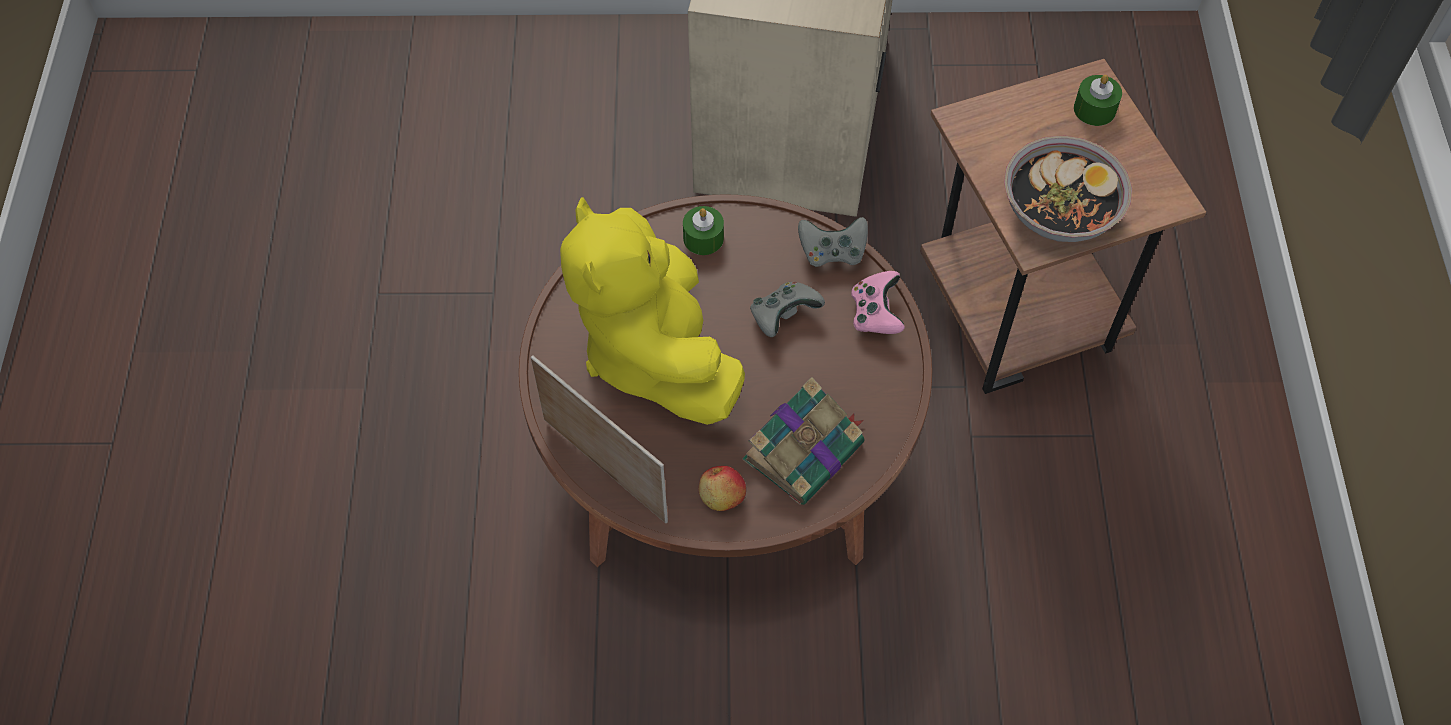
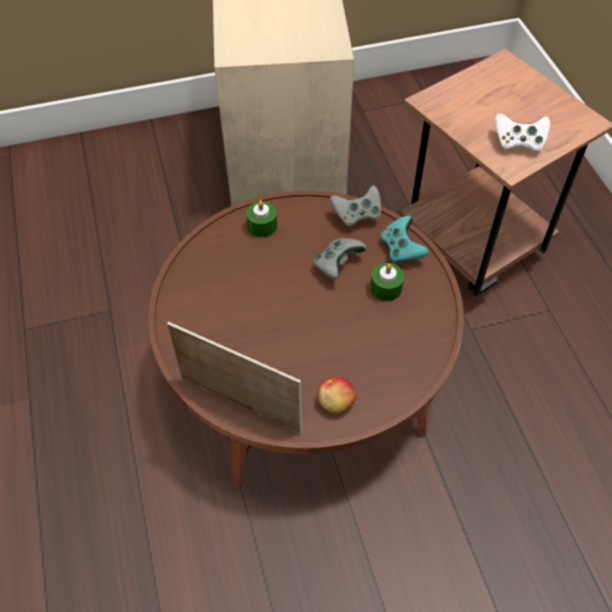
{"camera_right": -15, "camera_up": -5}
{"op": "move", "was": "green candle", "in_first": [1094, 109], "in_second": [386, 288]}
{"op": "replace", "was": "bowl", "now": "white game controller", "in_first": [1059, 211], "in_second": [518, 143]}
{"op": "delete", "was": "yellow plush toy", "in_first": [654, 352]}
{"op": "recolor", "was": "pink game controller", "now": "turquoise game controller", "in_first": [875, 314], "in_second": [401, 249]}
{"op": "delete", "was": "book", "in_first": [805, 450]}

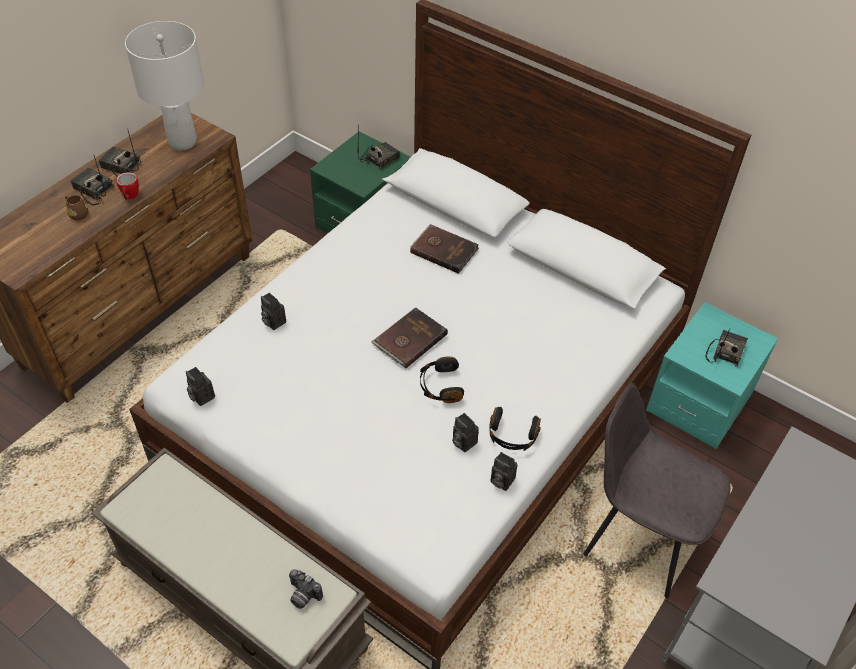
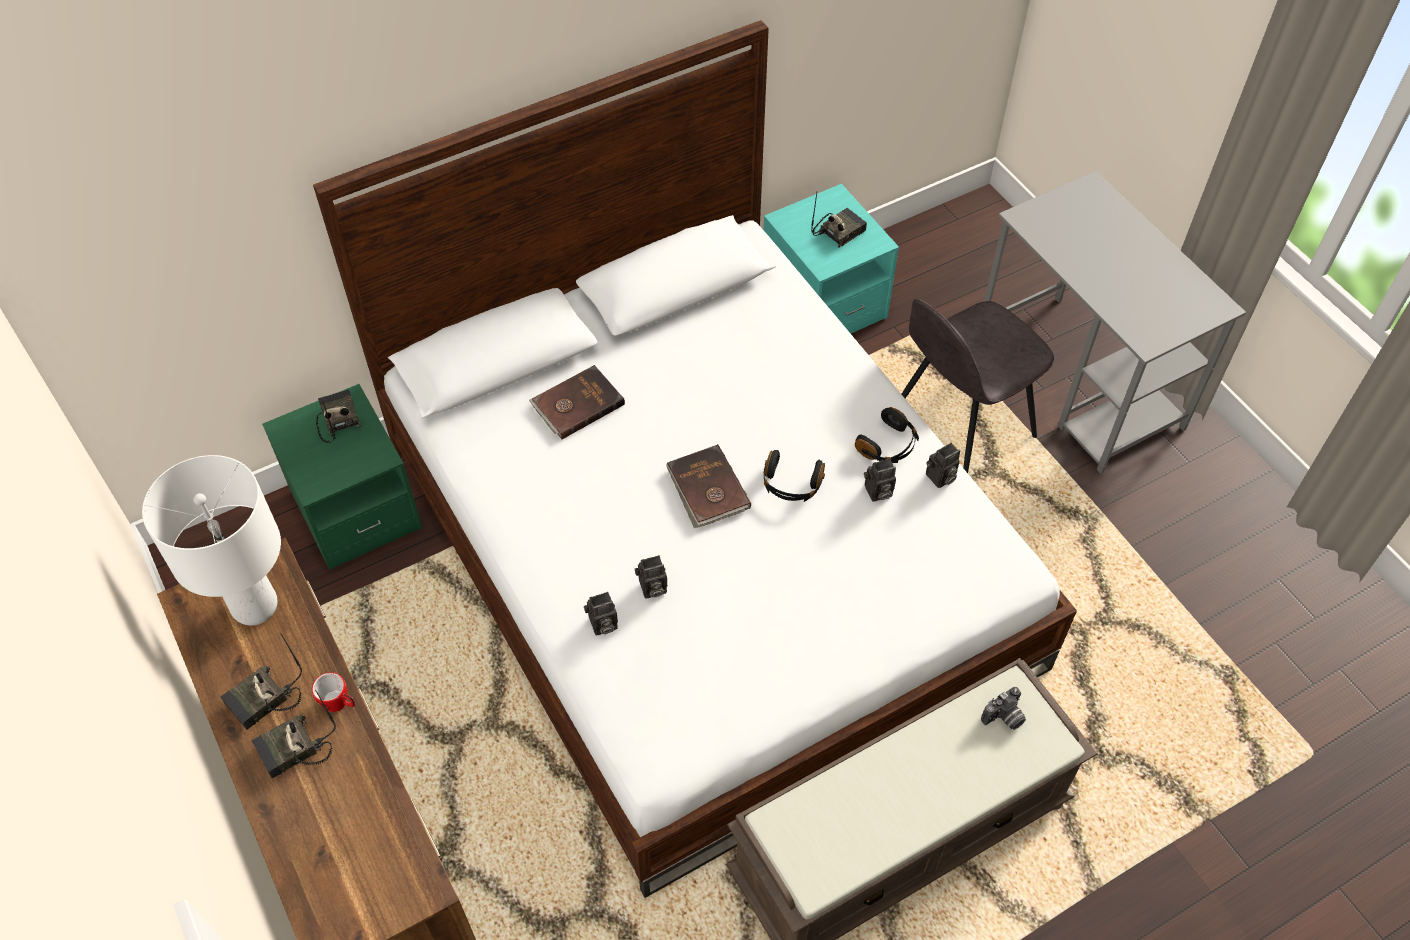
{"camera_right": -65, "camera_up": 5}
{"op": "delete", "was": "brown mug", "in_first": [77, 214]}
{"op": "rotate", "was": "radio", "in_first": [725, 351], "in_second": [838, 231], "clockwise": 90}
{"op": "move", "was": "photo camera", "in_first": [201, 396], "in_second": [652, 589]}

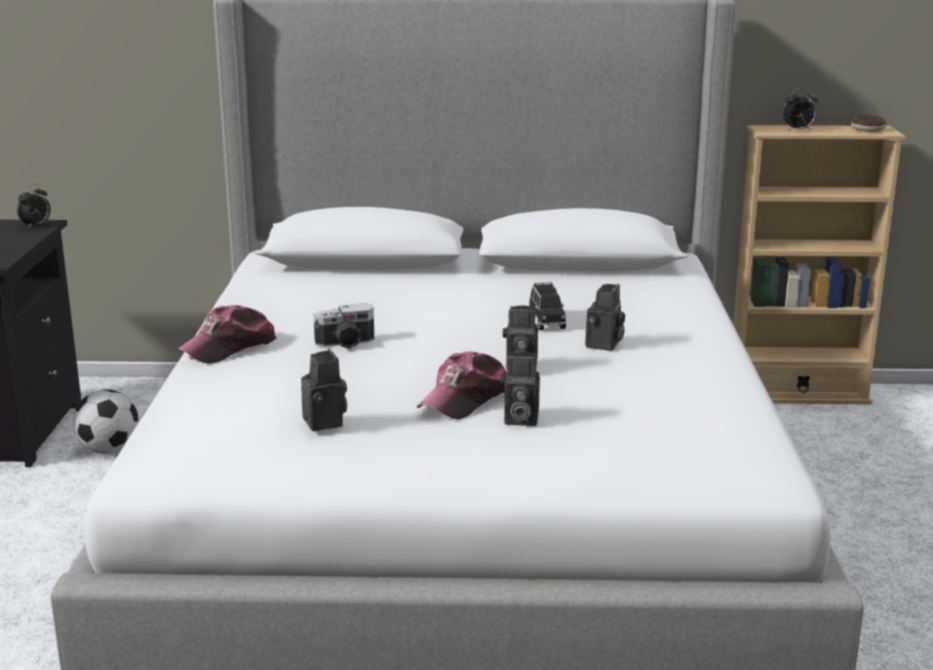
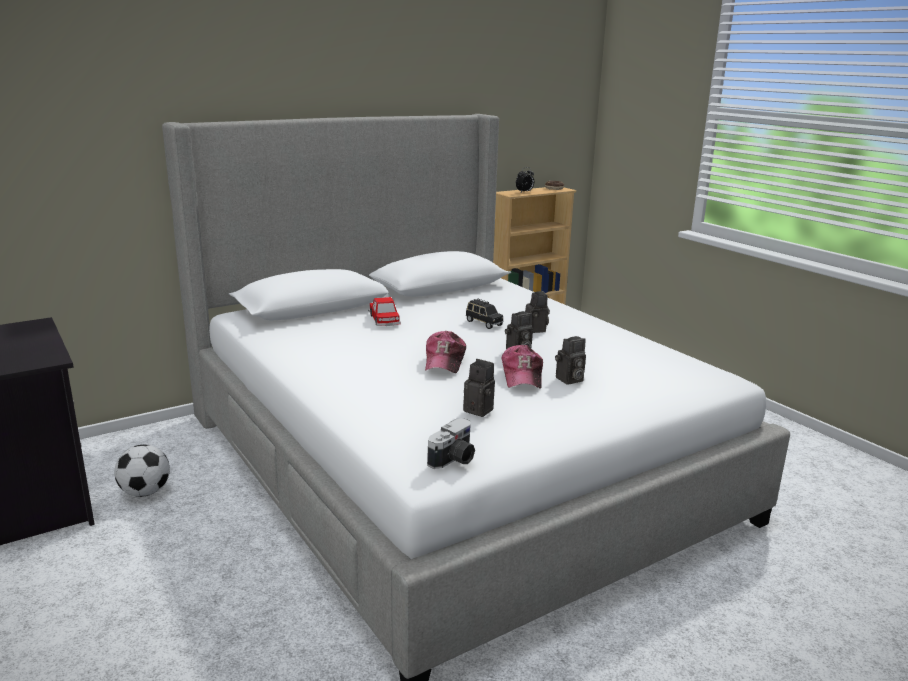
{"camera_right": -35, "camera_up": 0}
{"op": "delete", "was": "alarm clock", "in_first": [36, 226]}
{"op": "move", "was": "photo camera", "in_first": [346, 344], "in_second": [454, 459]}
{"op": "move", "was": "cap", "in_first": [229, 348], "in_second": [445, 361]}
{"op": "insert", "now": "toy car", "in_second": [384, 320]}

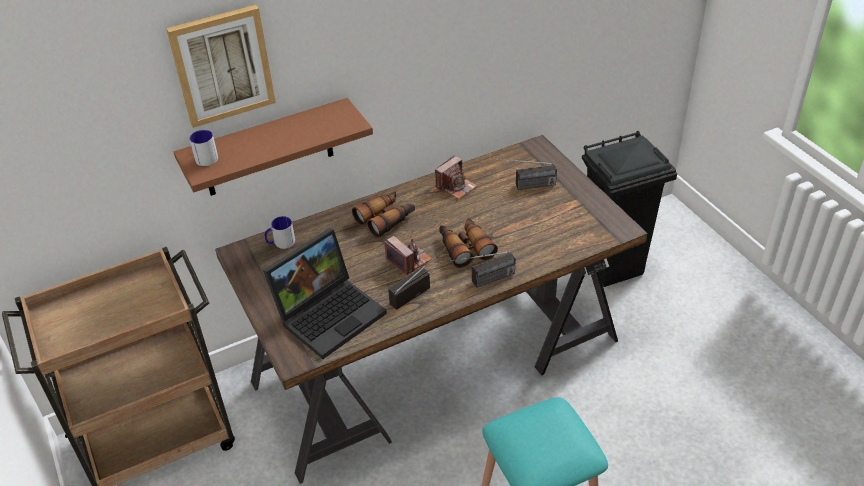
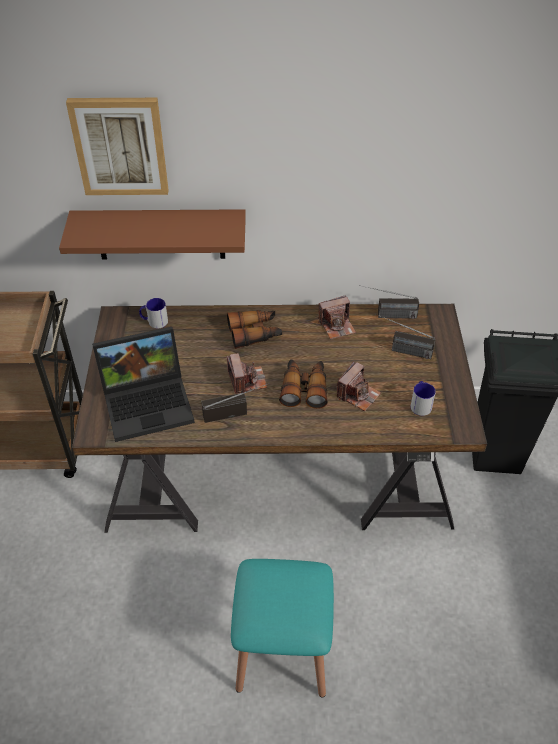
{"camera_right": 25, "camera_up": 5}
{"op": "move", "was": "mug", "in_first": [205, 156], "in_second": [420, 404]}
{"op": "move", "was": "radio", "in_first": [483, 282], "in_second": [386, 315]}
{"op": "insert", "now": "photo camera", "in_second": [358, 395]}

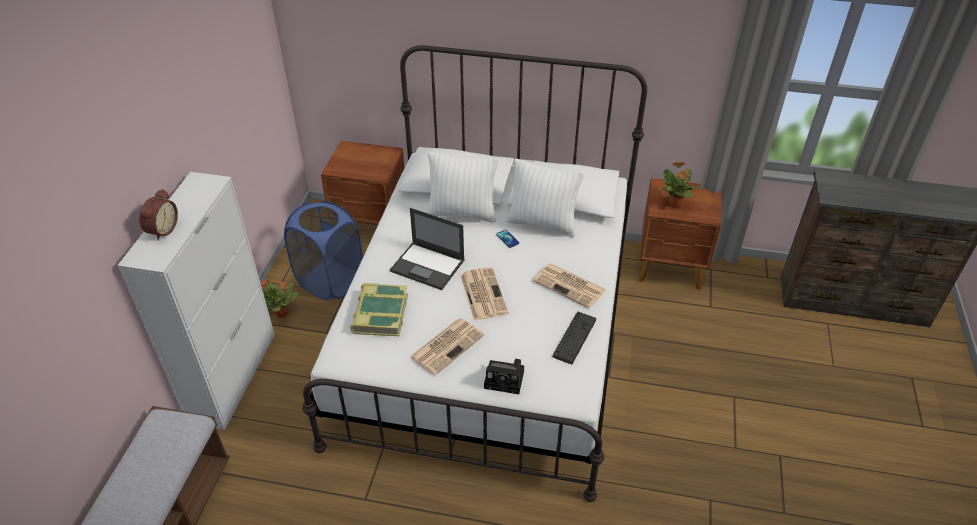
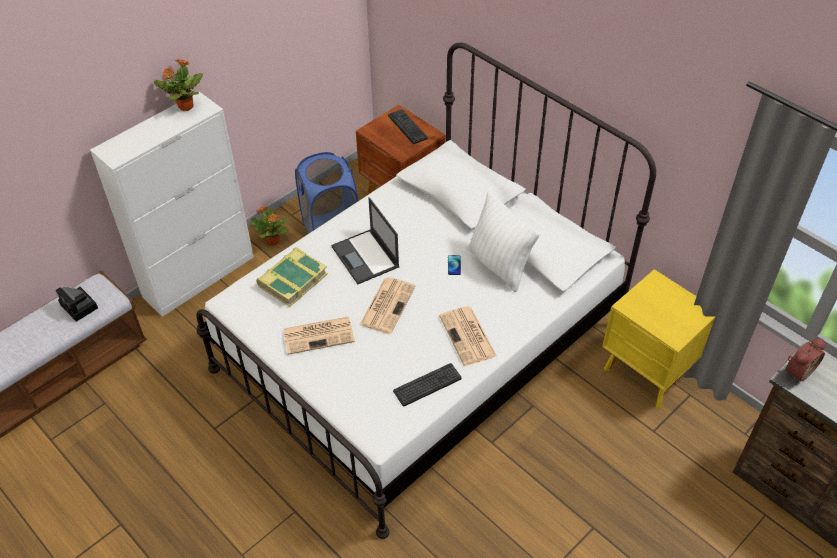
{"camera_right": 35, "camera_up": 5}
{"op": "delete", "was": "white pillow", "in_first": [462, 213]}
{"op": "move", "was": "potted plant", "in_first": [675, 203], "in_second": [185, 107]}
{"op": "recolor", "was": "brown nightstand", "now": "yellow nightstand", "in_first": [671, 268], "in_second": [649, 373]}
{"op": "move", "was": "alarm clock", "in_first": [162, 230], "in_second": [797, 370]}
{"op": "move", "was": "photo camera", "in_first": [506, 380], "in_second": [80, 307]}
{"op": "insert", "now": "keyboard", "in_second": [407, 127]}

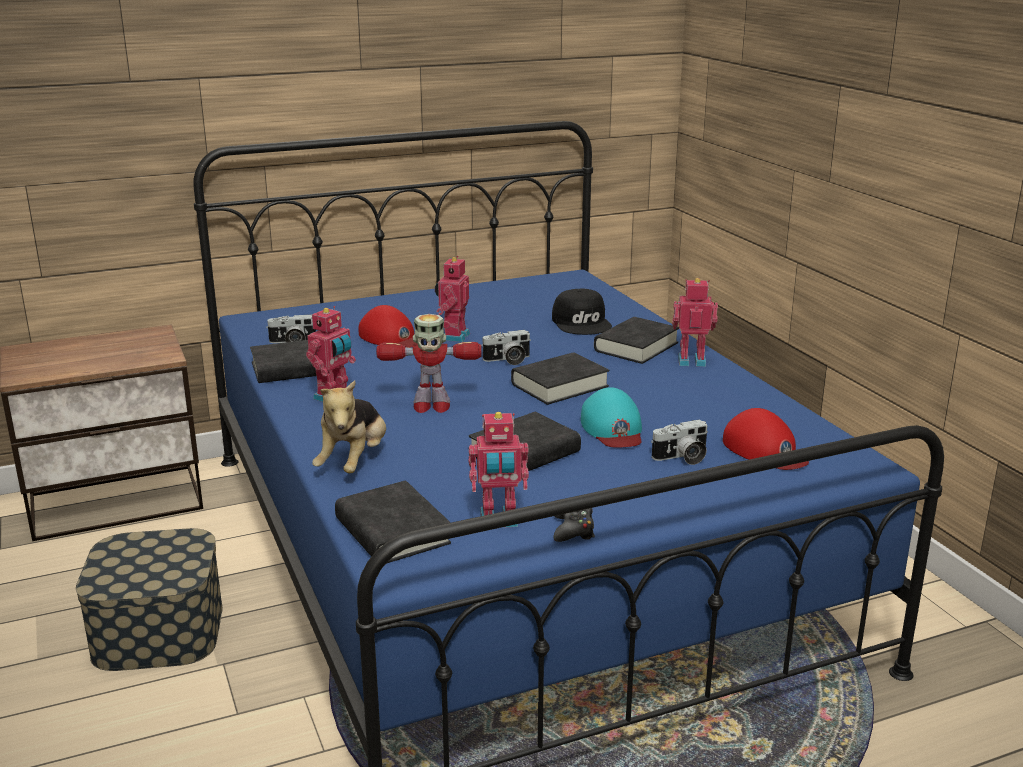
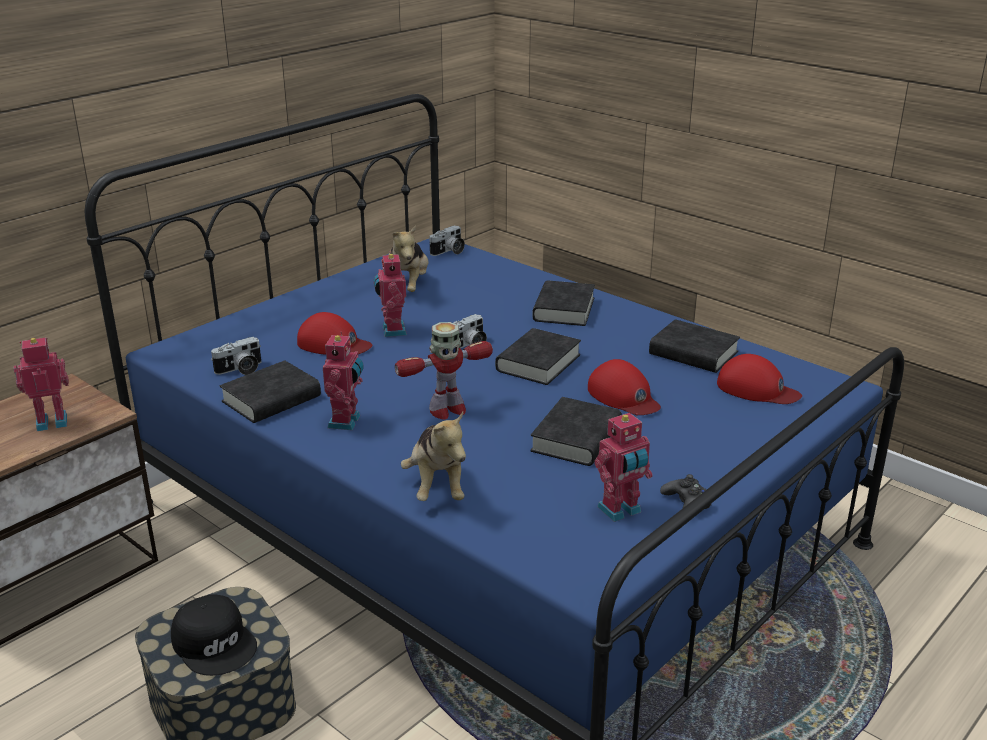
{"camera_right": -25, "camera_up": 5}
{"op": "move", "was": "toy robot", "in_first": [691, 360], "in_second": [52, 421]}
{"op": "move", "was": "black cap", "in_first": [582, 322], "in_second": [215, 643]}
{"op": "recolor", "was": "turquoise cap", "now": "red cap", "in_first": [613, 428], "in_second": [623, 396]}
{"op": "move", "was": "photo camera", "in_first": [682, 458], "in_second": [449, 252]}
{"op": "move", "was": "black book", "in_first": [392, 532], "in_second": [693, 353]}
{"op": "insert", "now": "plush toy", "in_second": [408, 286]}

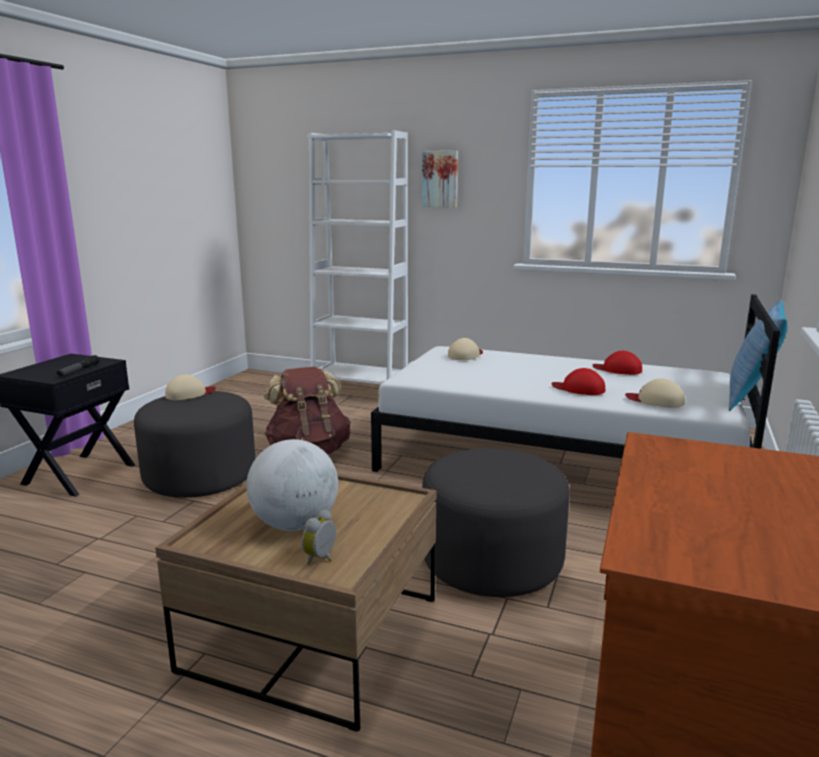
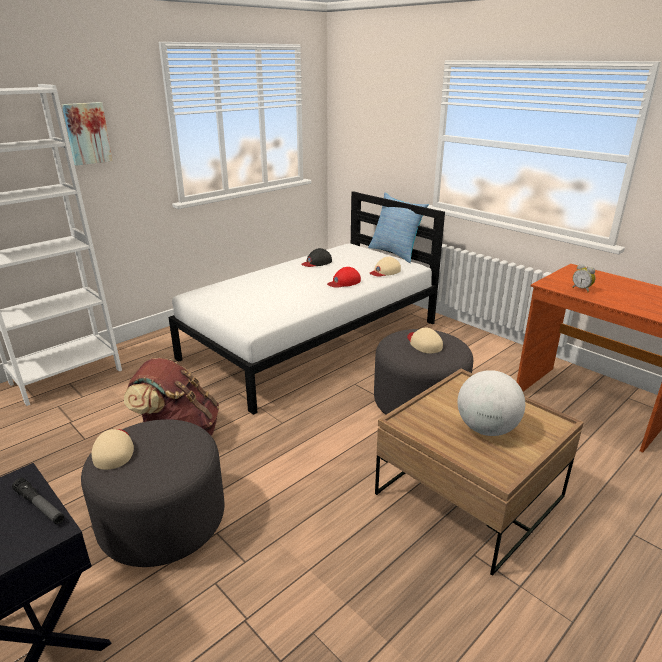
{"camera_right": -65, "camera_up": 10}
{"op": "move", "was": "beige cap", "in_first": [466, 355], "in_second": [424, 343]}
{"op": "recolor", "was": "red cap", "now": "black cap", "in_first": [617, 369], "in_second": [316, 262]}
{"op": "move", "was": "alarm clock", "in_first": [322, 558], "in_second": [582, 289]}

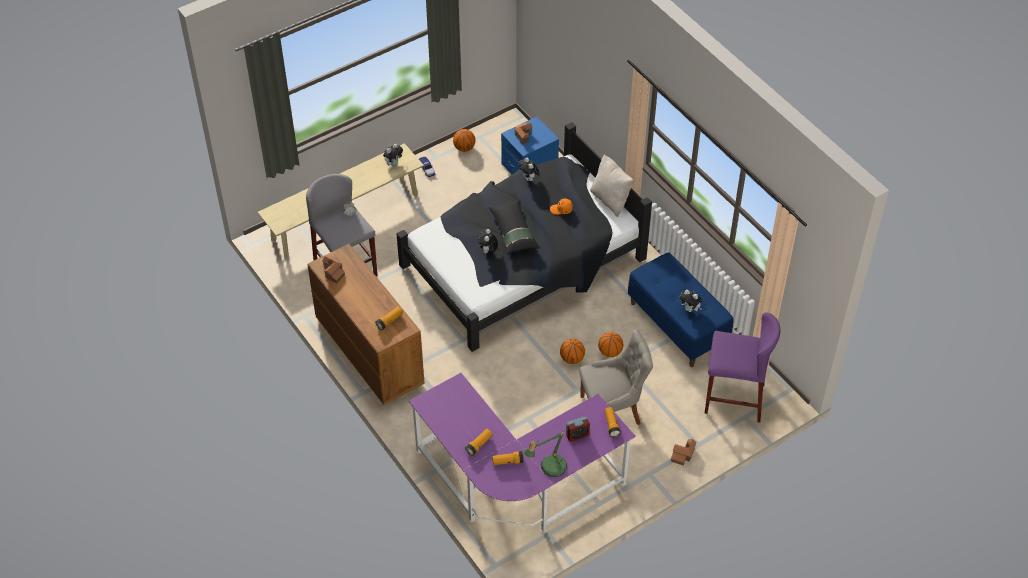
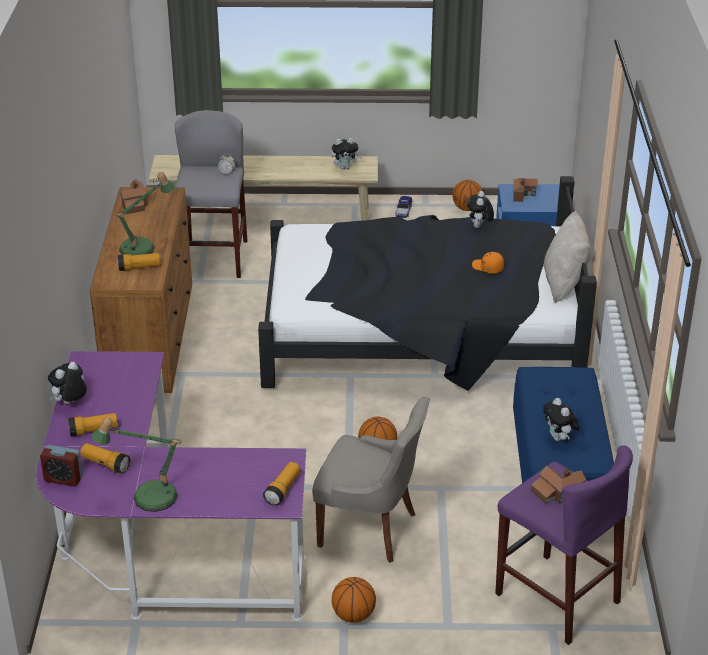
{"camera_right": 35, "camera_up": -15}
{"op": "delete", "was": "black pillow", "in_first": [513, 232]}
{"op": "move", "was": "plush toy", "in_first": [488, 251], "in_second": [70, 403]}
{"op": "move", "was": "basketball", "in_first": [610, 352], "in_second": [353, 615]}
{"op": "move", "was": "alarm clock", "in_first": [577, 435], "in_second": [63, 479]}
{"op": "move", "was": "toy house", "in_first": [683, 454], "in_second": [557, 492]}
{"op": "insert", "now": "table lamp", "in_second": [143, 247]}

